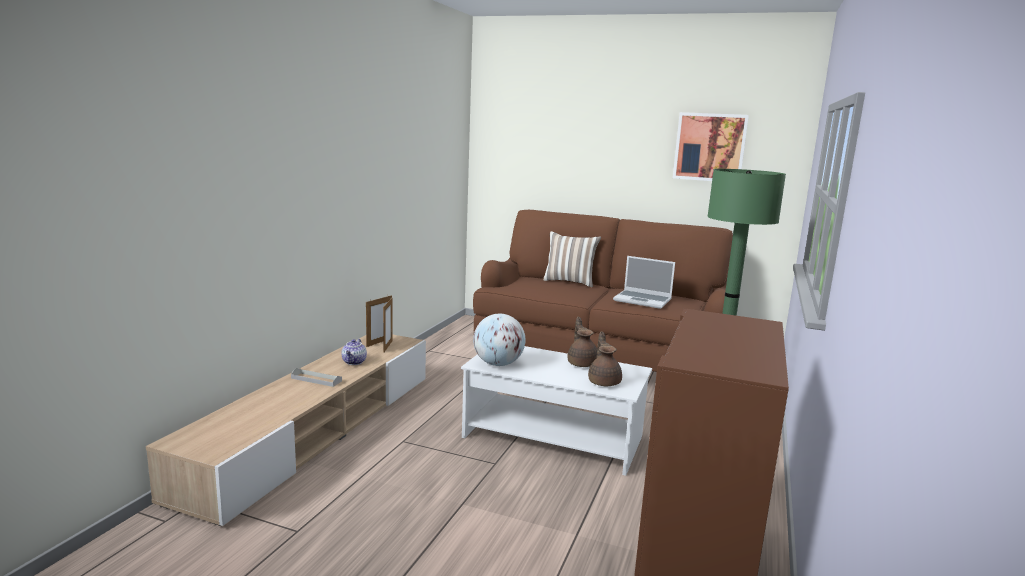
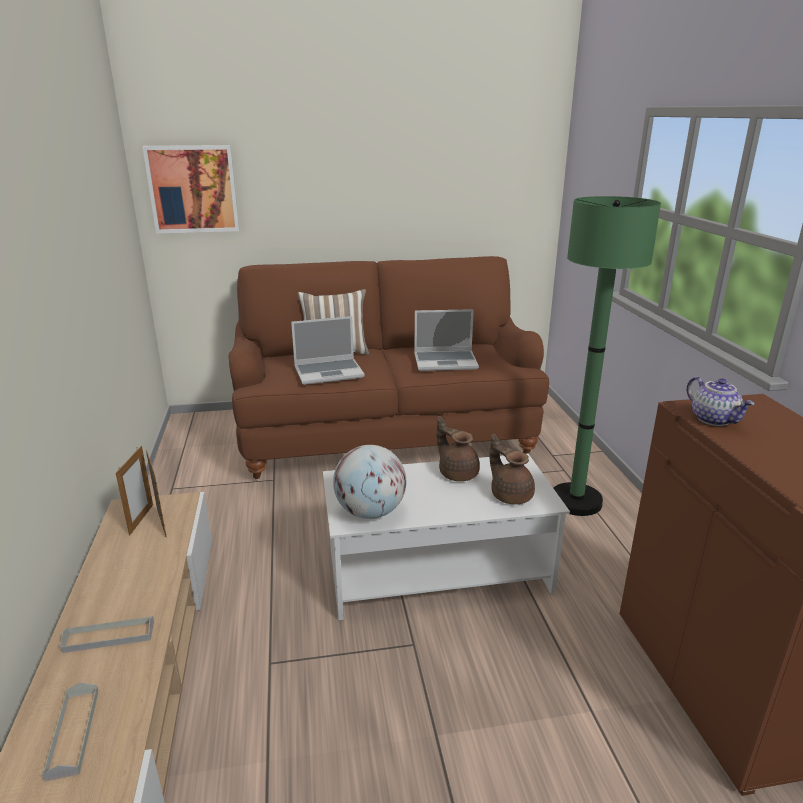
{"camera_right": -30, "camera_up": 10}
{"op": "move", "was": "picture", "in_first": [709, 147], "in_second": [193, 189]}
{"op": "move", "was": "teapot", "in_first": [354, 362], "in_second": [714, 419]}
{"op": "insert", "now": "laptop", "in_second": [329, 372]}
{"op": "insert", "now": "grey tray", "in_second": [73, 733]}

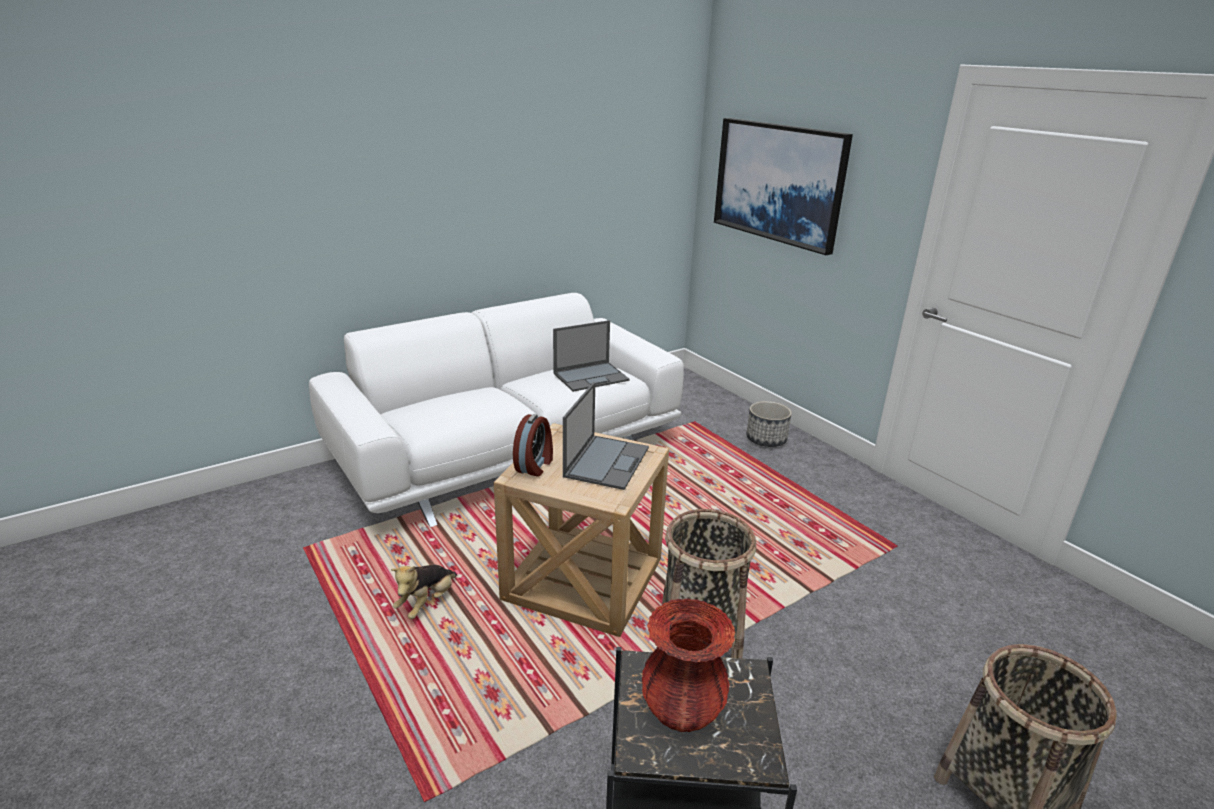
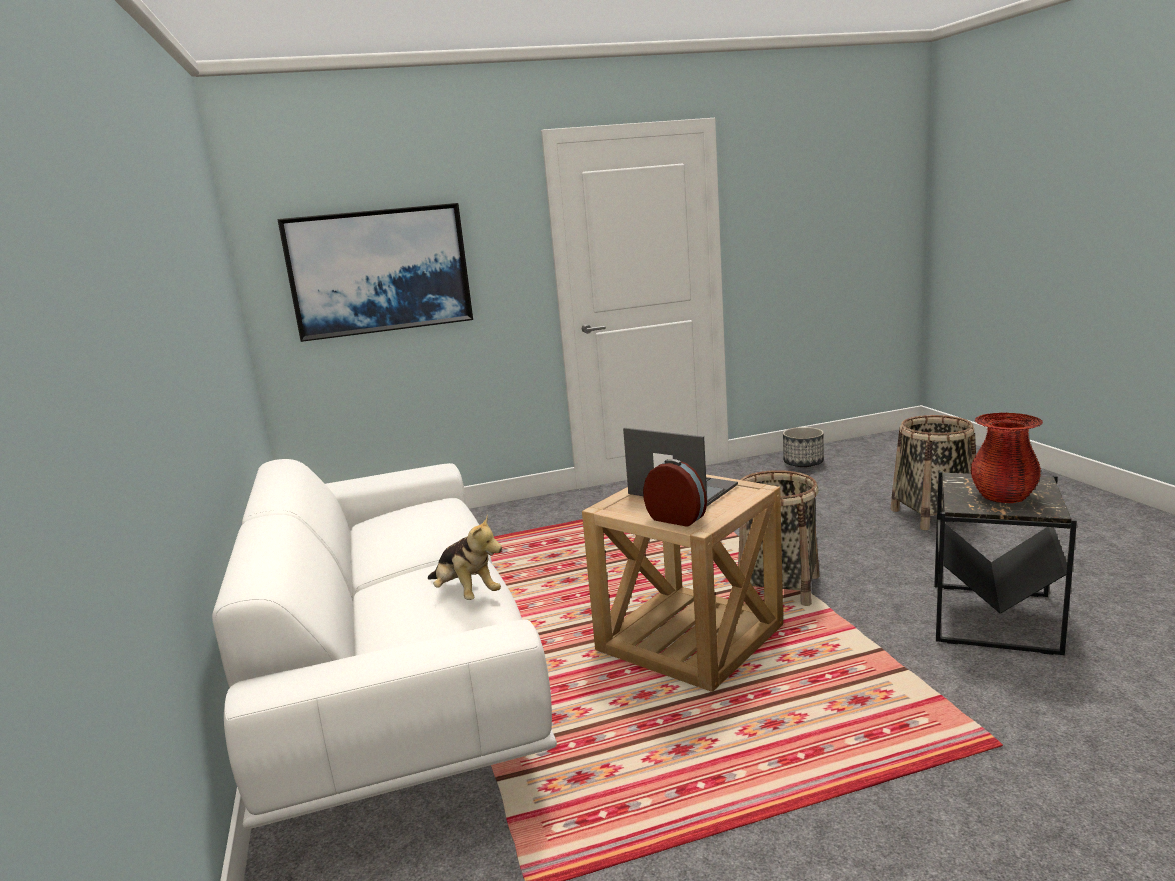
{"camera_right": -70, "camera_up": -10}
{"op": "delete", "was": "laptop", "in_first": [591, 376]}
{"op": "move", "was": "planter", "in_first": [766, 439], "in_second": [803, 463]}
{"op": "move", "was": "plush toy", "in_first": [427, 602], "in_second": [465, 594]}

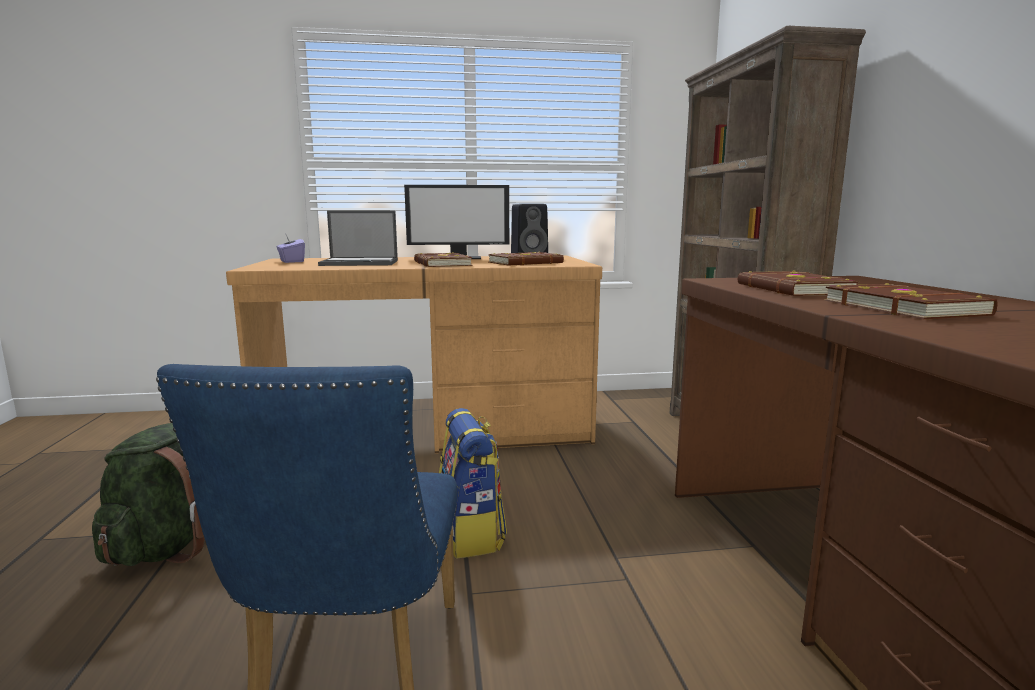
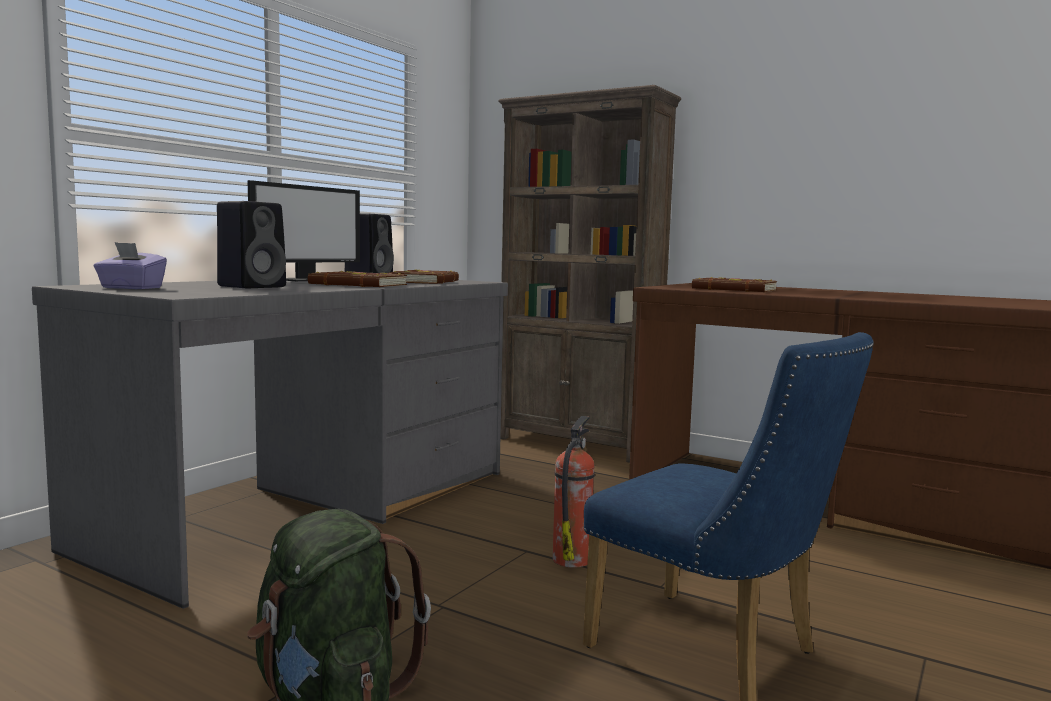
{"camera_right": -50, "camera_up": -5}
{"op": "replace", "was": "laptop", "now": "black speaker", "in_first": [361, 263], "in_second": [253, 286]}
{"op": "recolor", "was": "brown desk", "now": "grey desk", "in_first": [430, 428], "in_second": [314, 508]}
{"op": "delete", "was": "brown book", "in_first": [904, 308]}
{"op": "replace", "was": "backpack", "now": "fire extinguisher", "in_first": [471, 534], "in_second": [572, 559]}

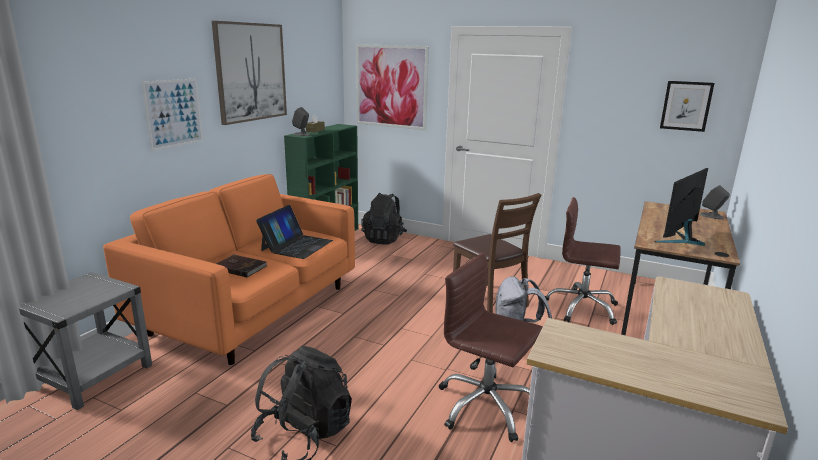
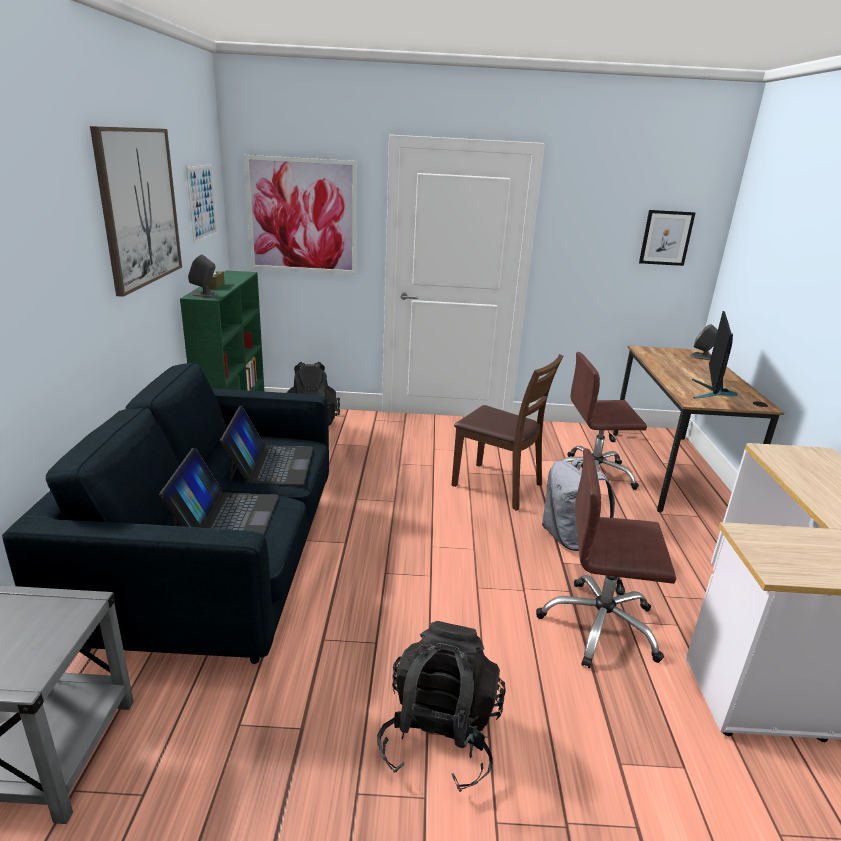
{"camera_right": -25, "camera_up": 5}
{"op": "move", "was": "picture", "in_first": [174, 113], "in_second": [202, 202]}
{"op": "recolor", "was": "orange sofa", "now": "blue sofa", "in_first": [252, 310], "in_second": [217, 567]}
{"op": "replace", "was": "brown book", "now": "laptop", "in_first": [240, 267], "in_second": [226, 517]}

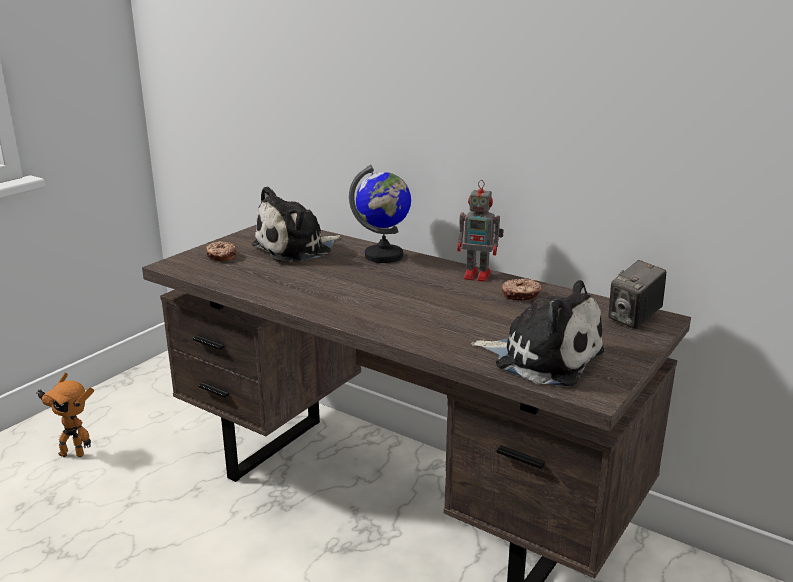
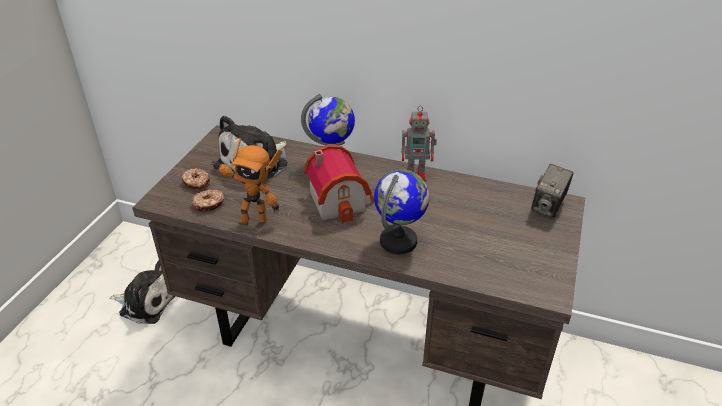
{"camera_right": -15, "camera_up": 15}
{"op": "move", "was": "donut", "in_first": [521, 295], "in_second": [209, 204]}
{"op": "move", "was": "plush toy", "in_first": [543, 358], "in_second": [146, 302]}
{"op": "move", "was": "toy robot", "in_first": [73, 453], "in_second": [253, 219]}
{"op": "insert", "now": "toy house", "in_second": [340, 200]}
{"op": "insert", "now": "globe", "in_second": [399, 241]}

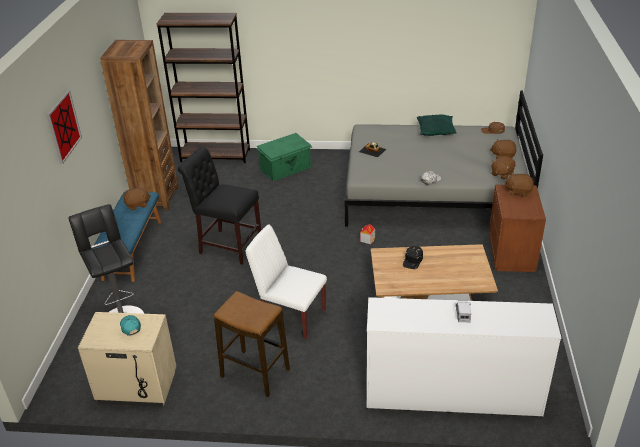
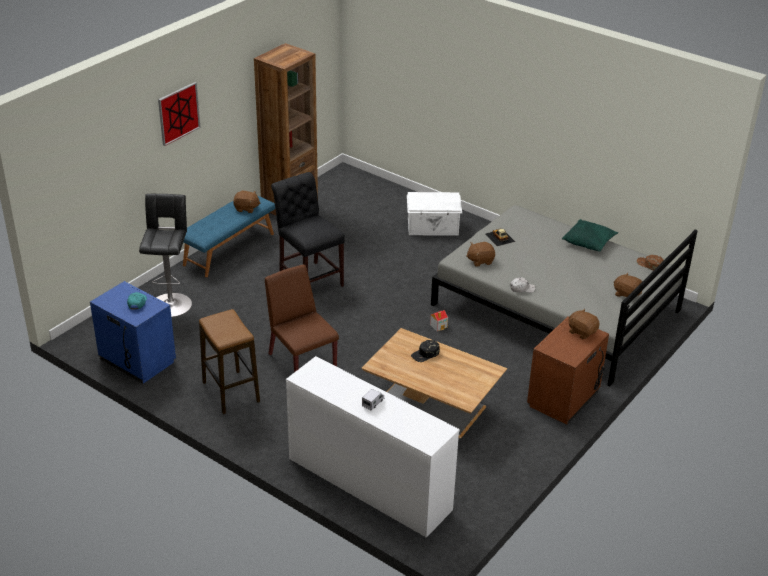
{"camera_right": 30, "camera_up": 0}
{"op": "delete", "was": "brown bookcase", "in_first": [215, 155]}
{"op": "recolor", "was": "green storage box", "now": "white storage box", "in_first": [286, 169], "in_second": [433, 227]}
{"op": "move", "was": "brown plush toy", "in_first": [502, 174], "in_second": [480, 261]}
{"op": "recolor", "was": "white chair", "now": "brown chair", "in_first": [290, 316], "in_second": [301, 361]}
{"op": "recolor", "was": "beige nightstand", "now": "blue nightstand", "in_first": [136, 387], "in_second": [136, 361]}

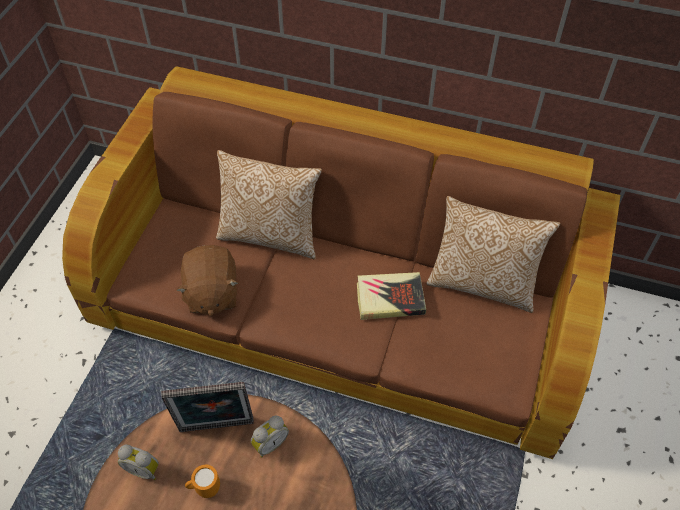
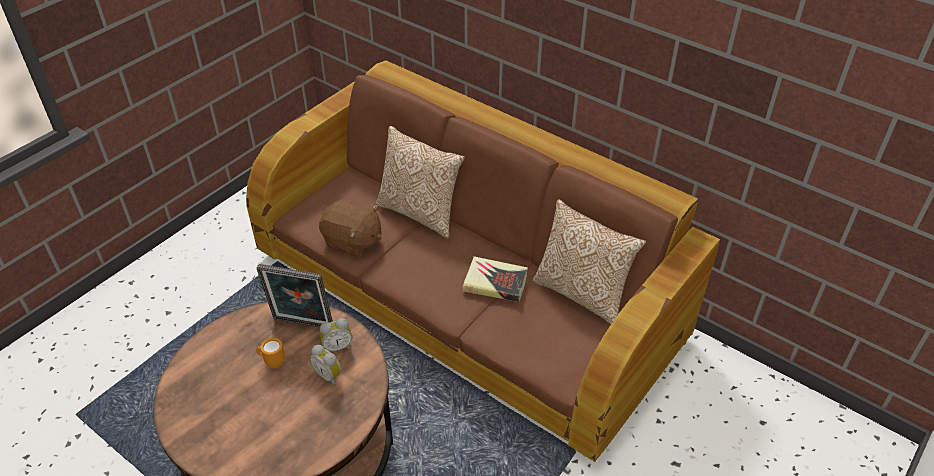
{"camera_right": 20, "camera_up": -10}
{"op": "rotate", "was": "brown plush toy", "in_first": [211, 293], "in_second": [352, 241], "clockwise": -75}
{"op": "move", "was": "alarm clock", "in_first": [144, 469], "in_second": [329, 375]}

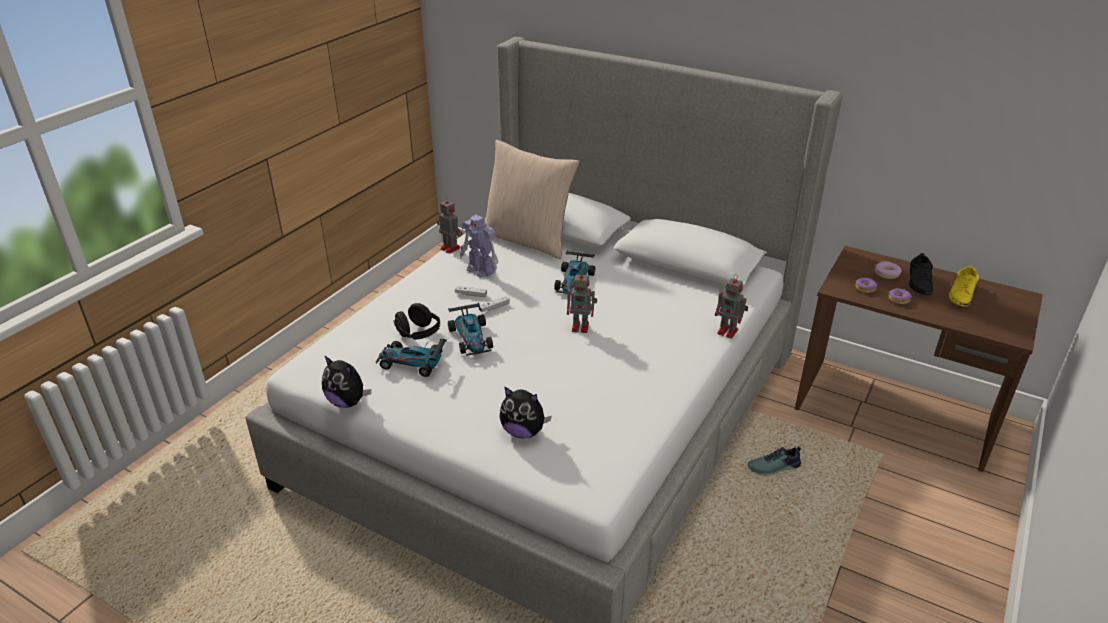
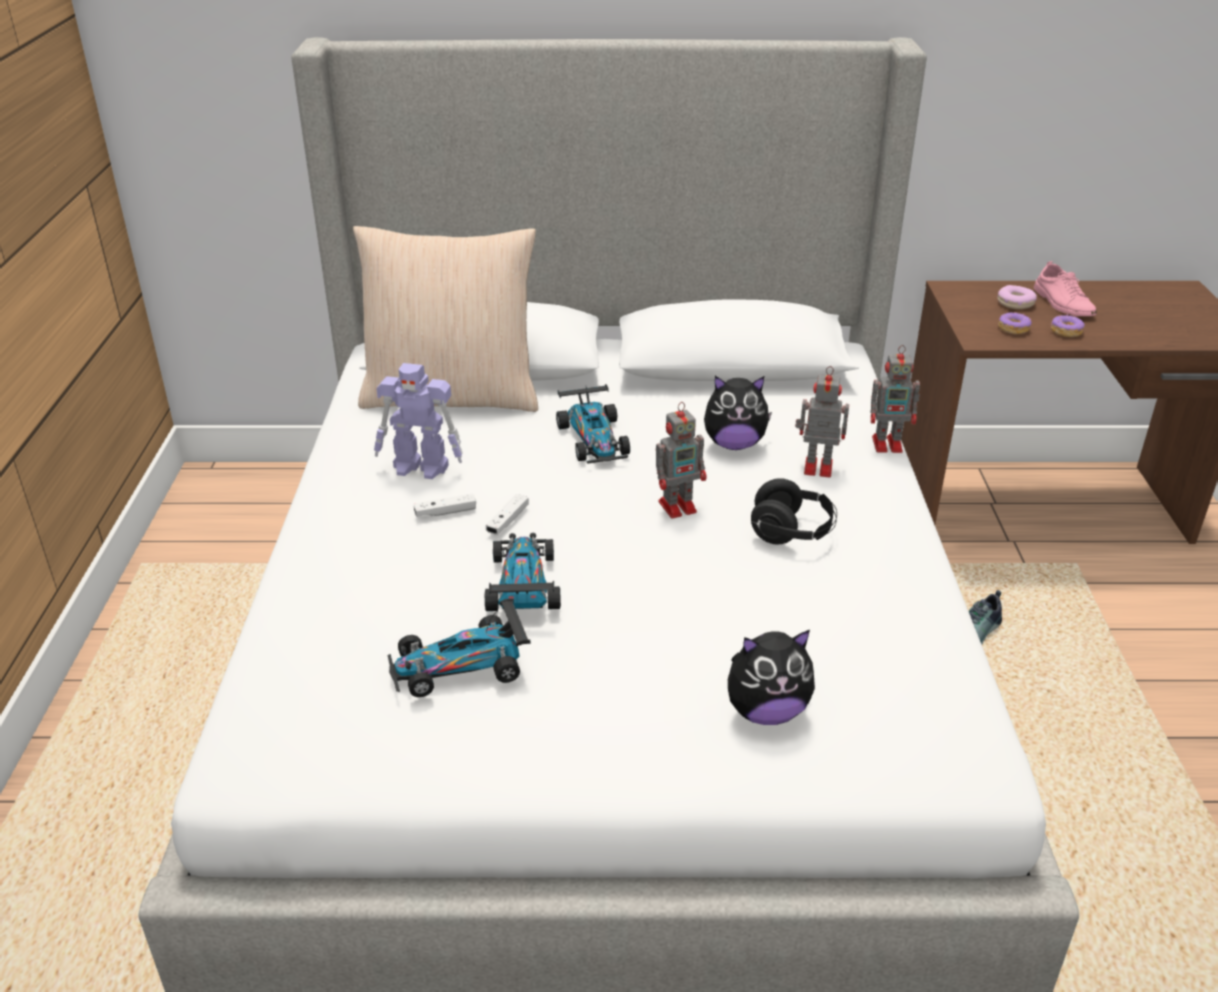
{"camera_right": -30, "camera_up": 0}
{"op": "move", "was": "toy robot", "in_first": [449, 248], "in_second": [816, 467]}
{"op": "recolor", "was": "black shoe", "now": "pink shoe", "in_first": [919, 282], "in_second": [1062, 303]}
{"op": "delete", "was": "yellow shoe", "in_first": [961, 294]}
{"op": "rotate", "was": "toy car", "in_first": [471, 338], "in_second": [523, 584], "clockwise": -135}
{"op": "move", "was": "black headphones", "in_first": [418, 334], "in_second": [792, 532]}
{"op": "move", "was": "plush toy", "in_first": [347, 402], "in_second": [734, 444]}

